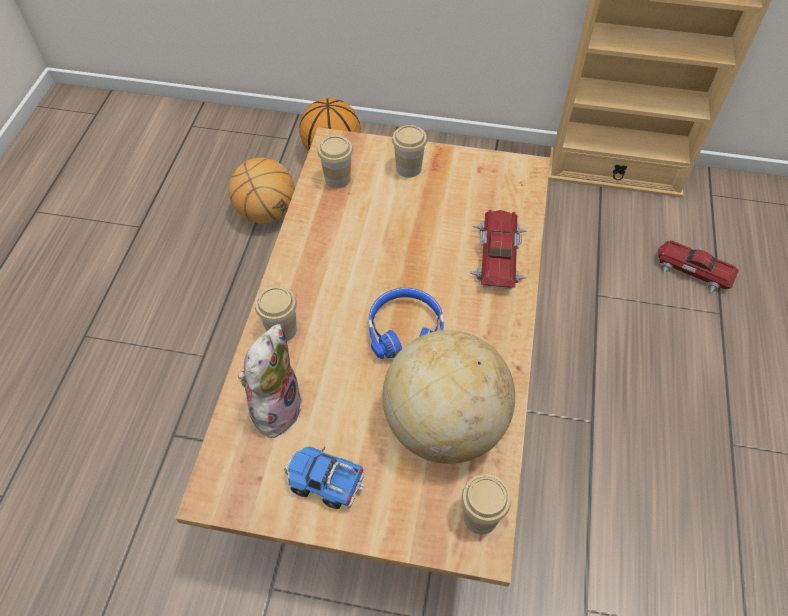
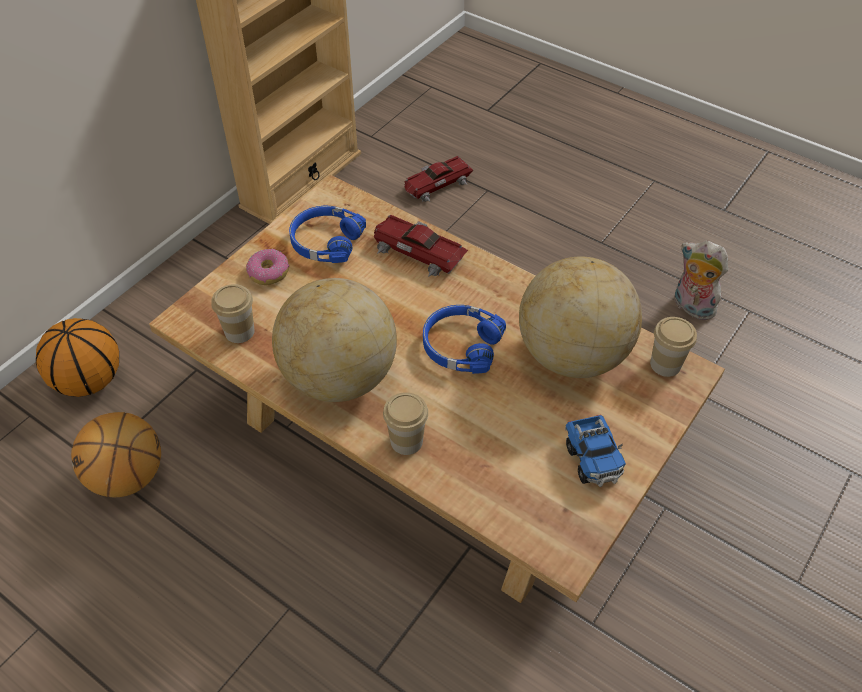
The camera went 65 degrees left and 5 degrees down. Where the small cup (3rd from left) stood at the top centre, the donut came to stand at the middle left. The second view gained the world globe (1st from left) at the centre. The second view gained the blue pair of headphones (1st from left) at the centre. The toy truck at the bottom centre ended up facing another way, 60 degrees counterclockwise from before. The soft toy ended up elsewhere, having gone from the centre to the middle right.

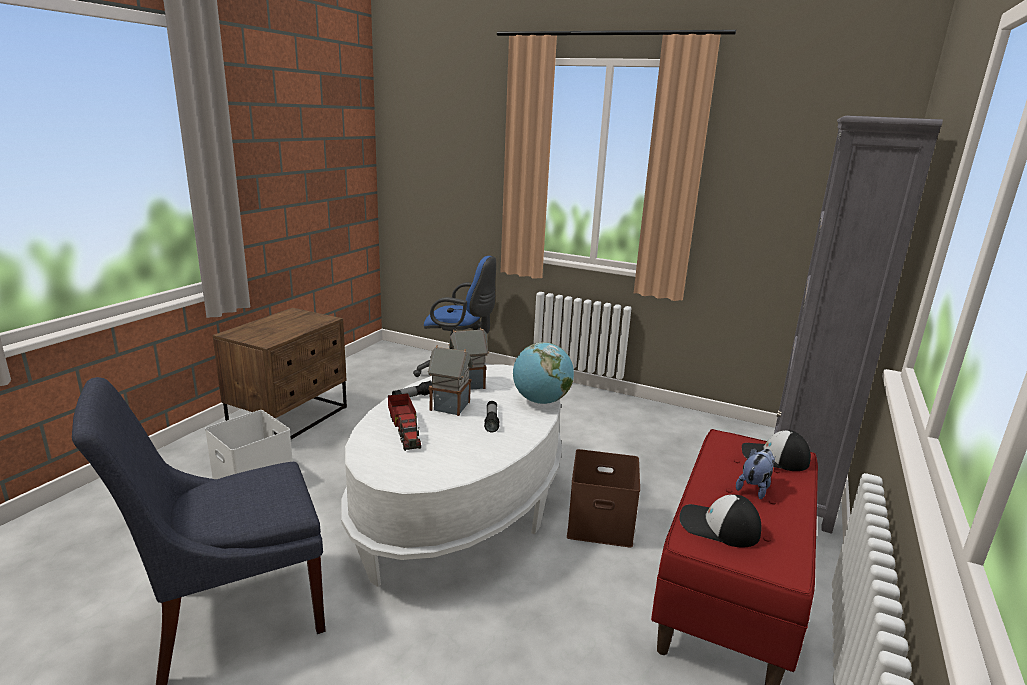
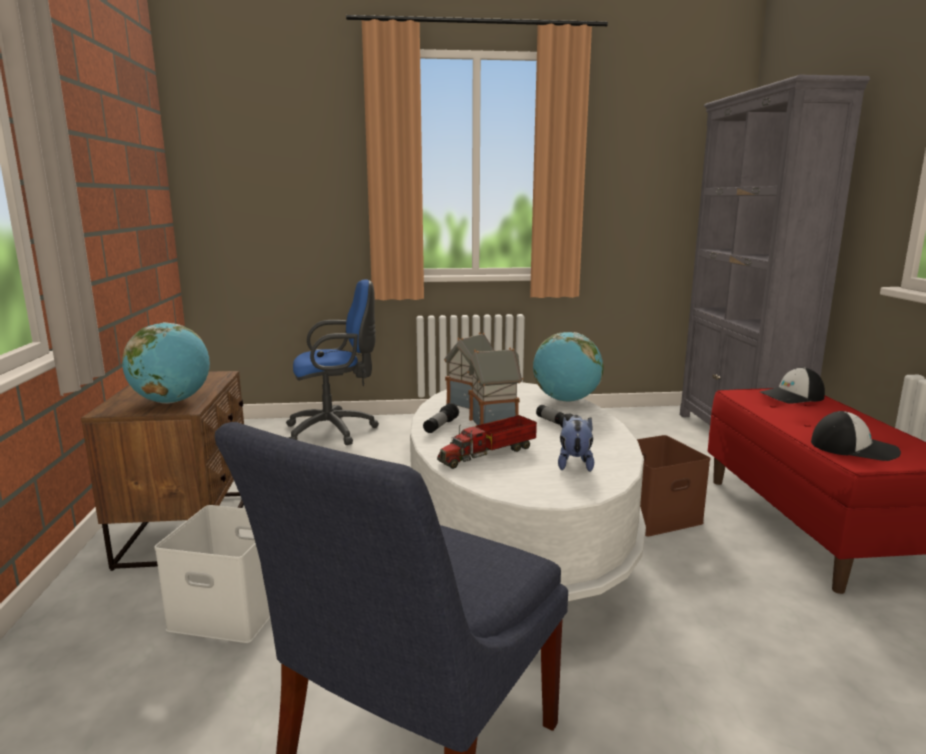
The camera went 30 degrees left and 5 degrees down. The second view gained the world globe (1st from left) at the middle left. The toy truck at the centre ended up facing another way, 105 degrees clockwise from before. The soft toy ended up elsewhere, having gone from the bottom right to the centre. The cap (1st from left in the first image) at the bottom right ended up facing another way, 150 degrees counterclockwise from before.

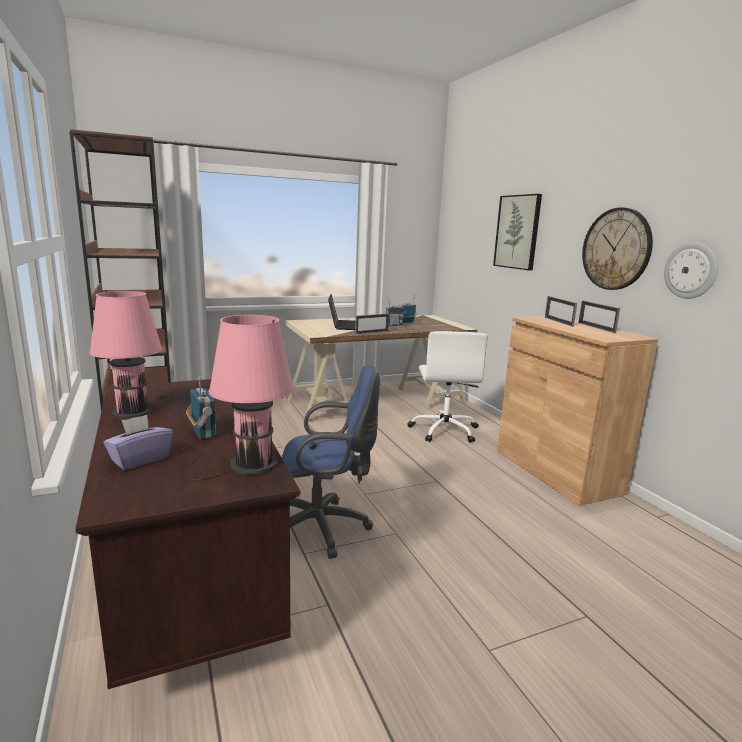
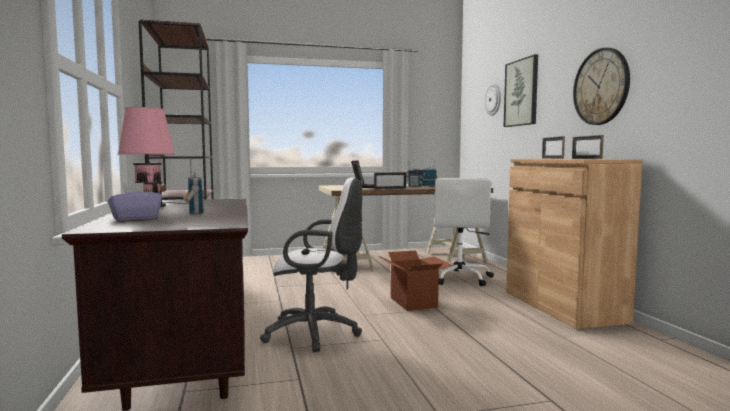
The camera went 10 degrees right and 10 degrees down. What was the blue computer chair at the centre turned into the whitish computer chair (1st from left) at the centre. The second view gained the packing box at the bottom centre. The clock on the wall (2nd from left in the first image) ended up elsewhere, having gone from the middle right to the top right. The second view lost the pink table lamp (2nd from left) at the middle left.

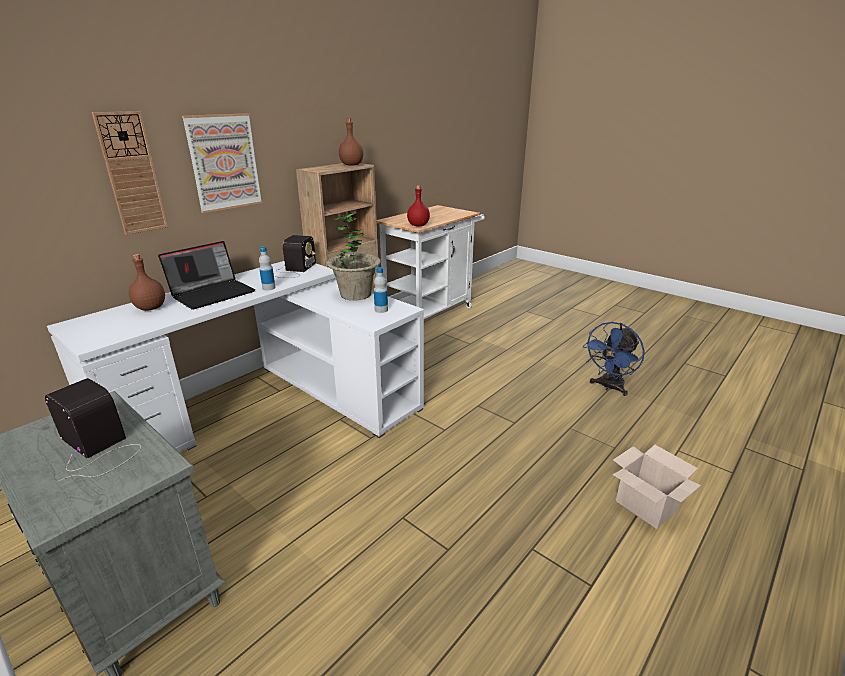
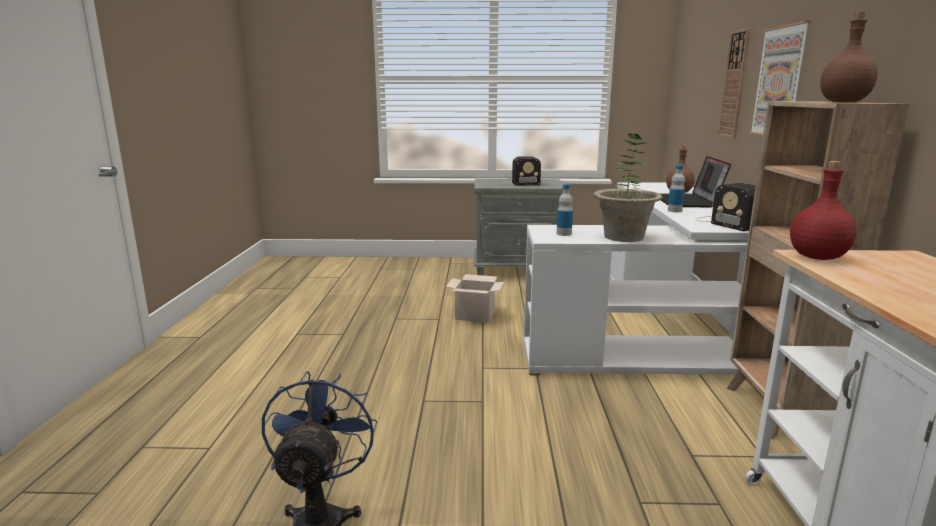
The camera went 140 degrees right and 10 degrees down. The packing box ended up elsewhere, having gone from the bottom right to the centre.

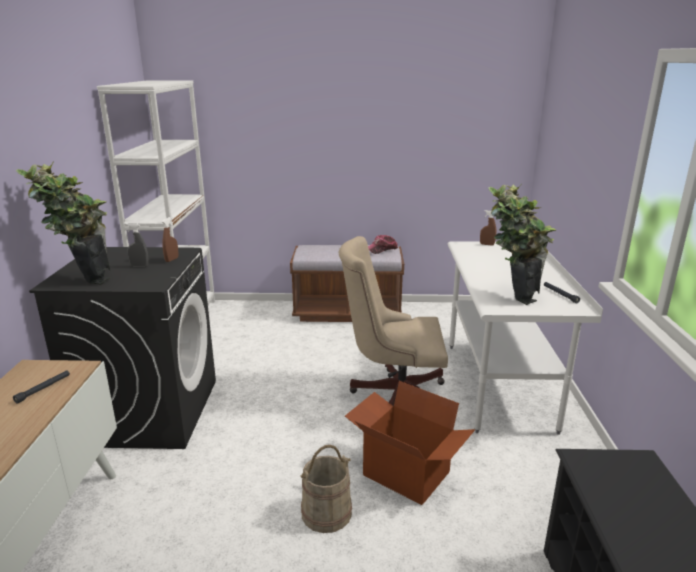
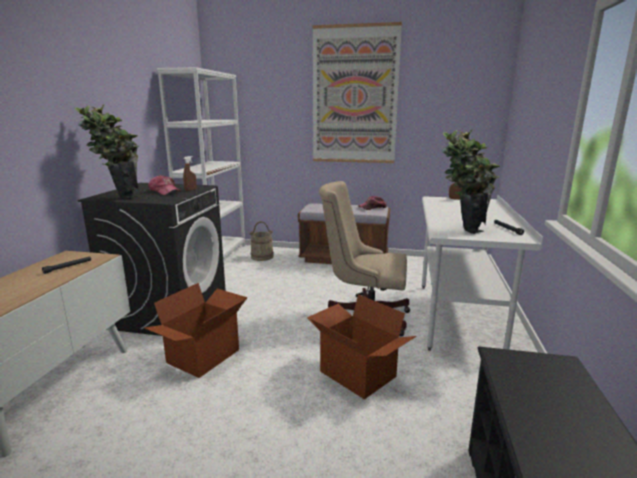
The camera went 10 degrees right and 5 degrees down. The second view gained the packing box (1st from left) at the bottom left. Where the grey spray bottle stood at the middle left, the cap (1st from left) came to stand at the middle left. The sand-coloured bucket ended up elsewhere, having gone from the bottom centre to the centre. The second view gained the picture at the top centre.

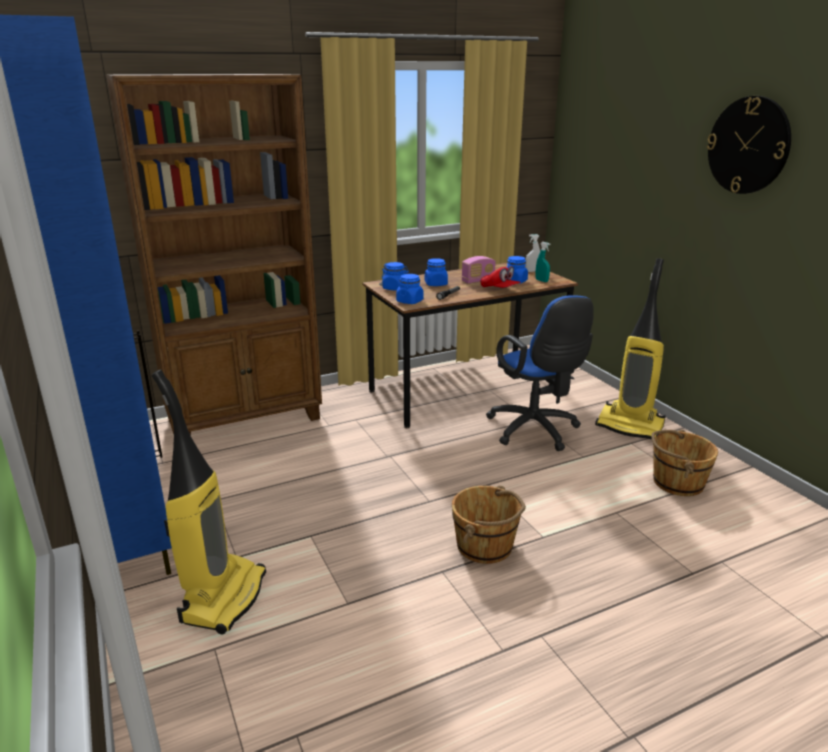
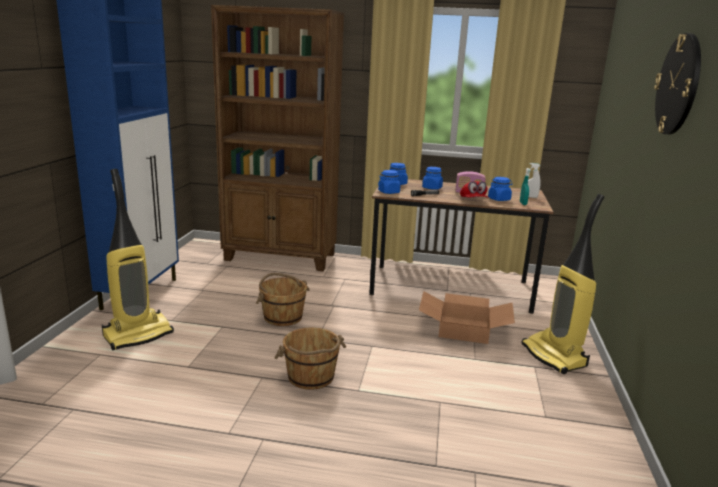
The camera went 35 degrees right and 5 degrees down. The brownish bucket (2nd from left in the first image) ended up elsewhere, having gone from the middle right to the centre. Where the blue computer chair stood at the centre, the packing box came to stand at the centre.

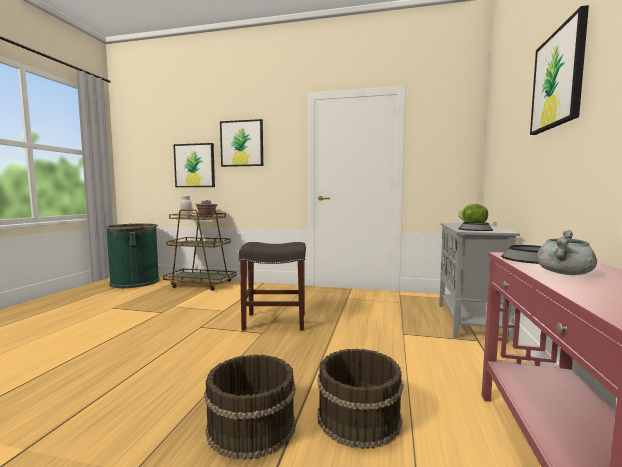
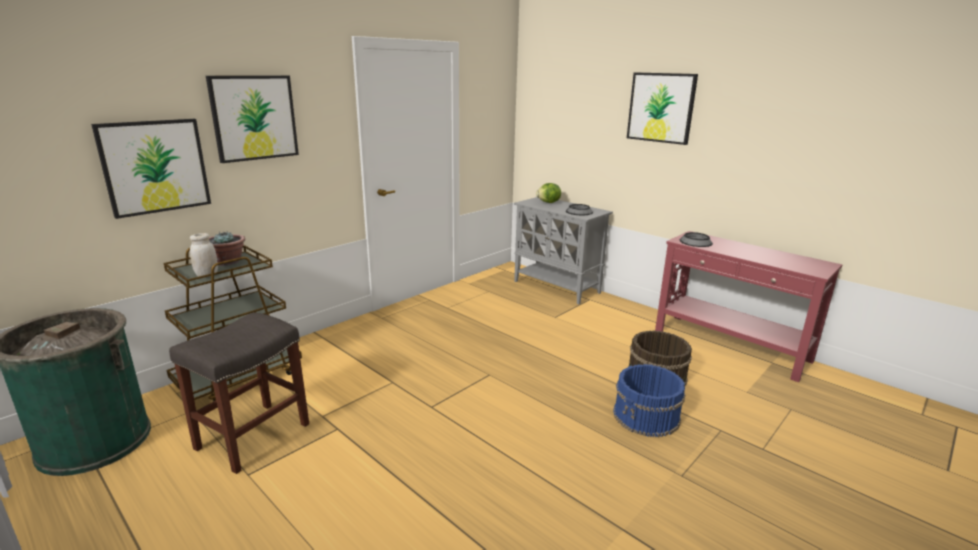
The camera went 60 degrees left and 15 degrees up. The grey stool seat ended up elsewhere, having gone from the centre to the bottom left. What was the brownish bucket (1st from left) at the bottom centre turned into the blue bucket at the bottom centre. The second view lost the grey stockpot at the middle right.

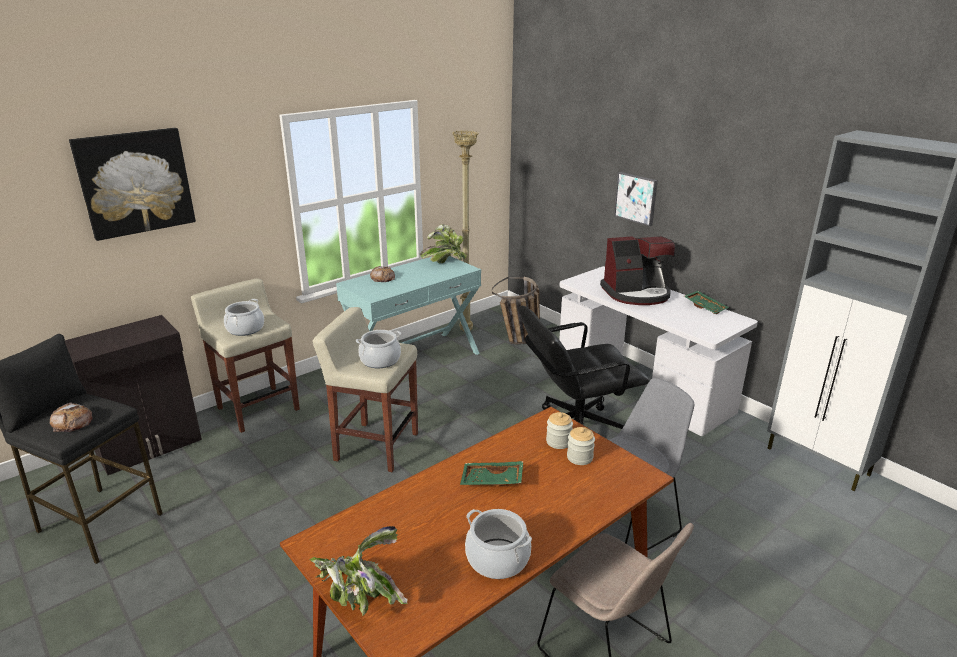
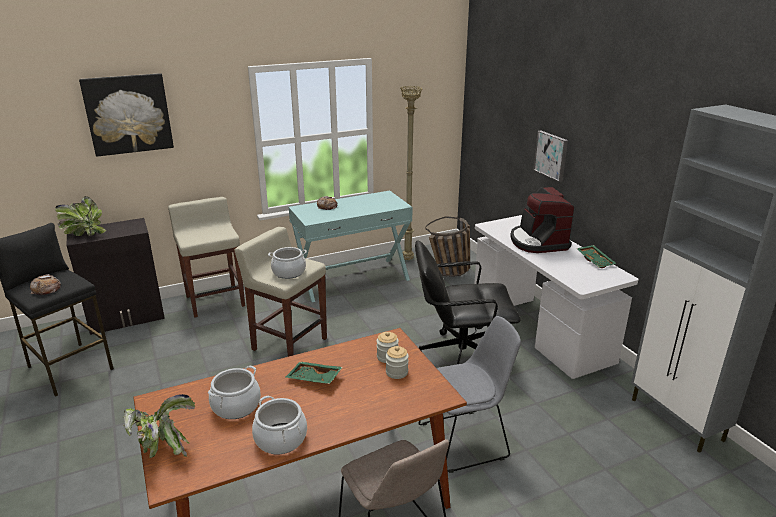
The camera went 15 degrees right and 0 degrees up. The plant in a pot (2nd from left in the first image) ended up elsewhere, having gone from the centre to the middle left. The stockpot (1st from left) ended up elsewhere, having gone from the middle left to the bottom left. The coffee machine at the centre ended up facing another way, 75 degrees clockwise from before.

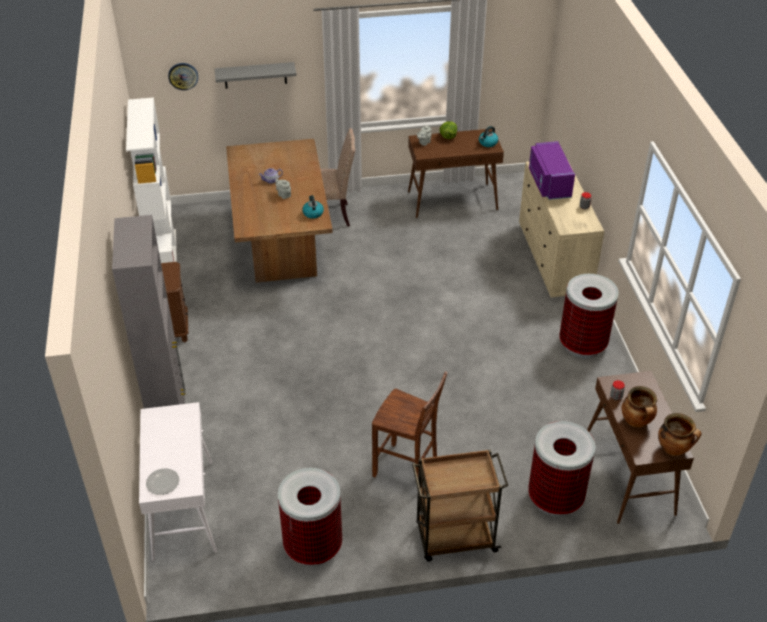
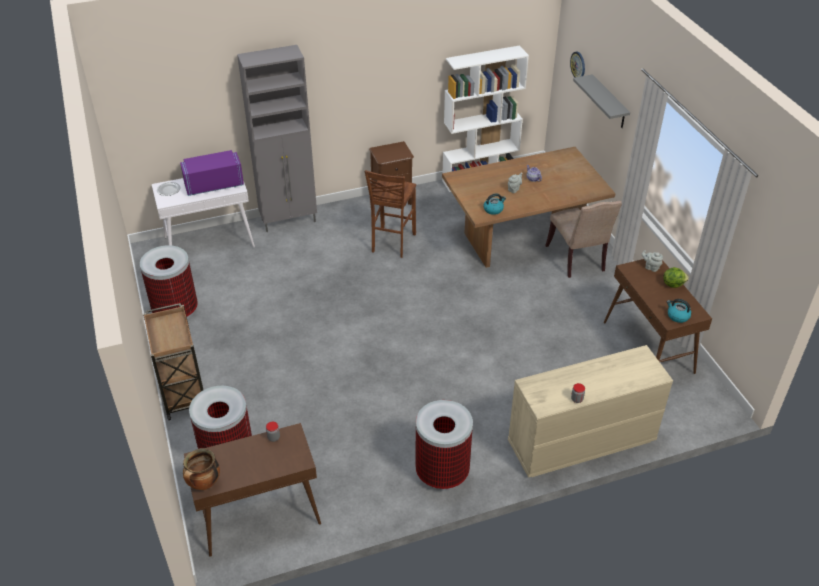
The camera went 80 degrees right and 0 degrees up. The purple-coloured kitchen microwave ended up elsewhere, having gone from the top right to the top left. The brownish stool seat ended up elsewhere, having gone from the bottom centre to the centre. The second view lost the stockpot (1st from left) at the middle right.

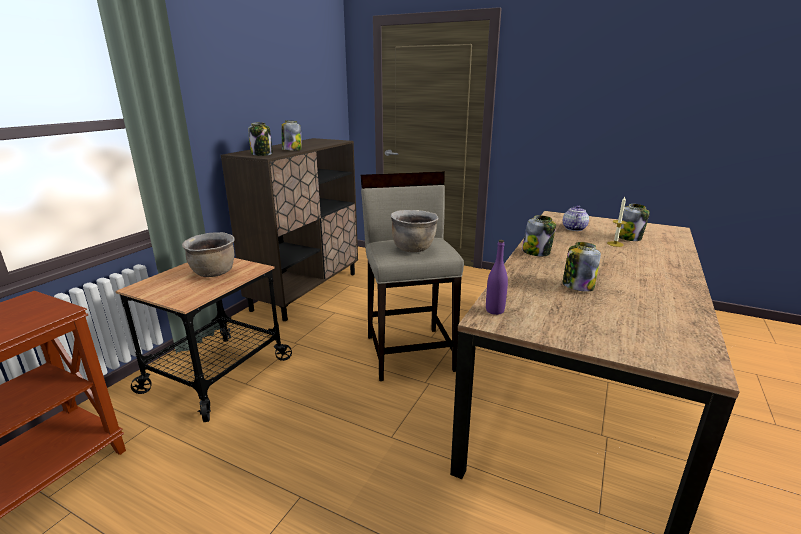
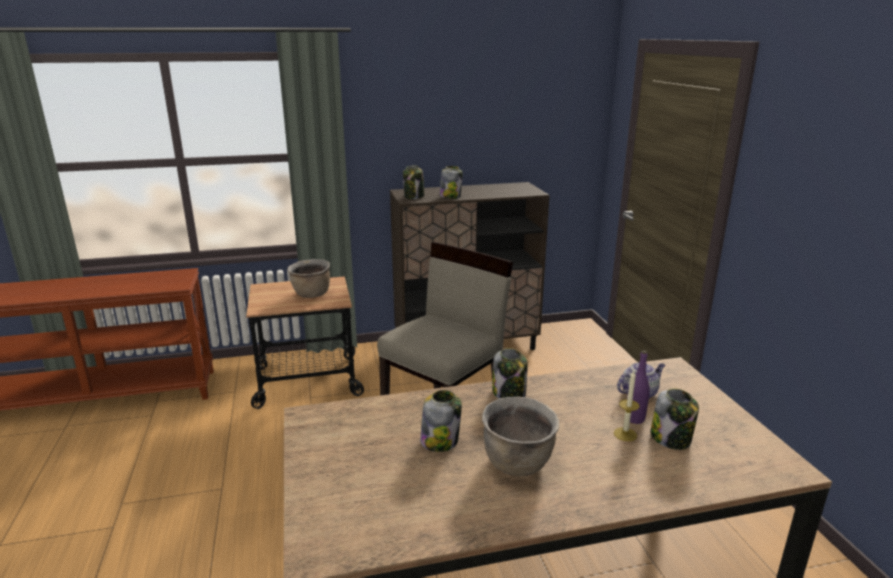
The camera went 50 degrees right and 0 degrees up. The brownish stockpot (2nd from left) ended up elsewhere, having gone from the centre to the bottom centre. The purple-coloured drink bottle ended up elsewhere, having gone from the centre to the bottom right.

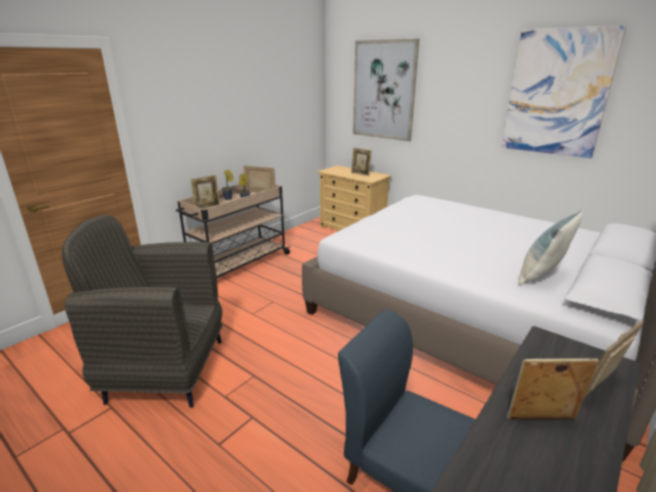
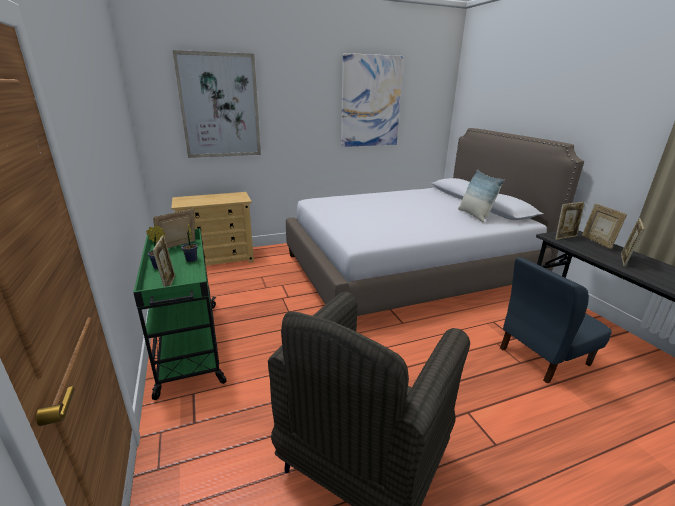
The camera went 60 degrees left and 0 degrees up. What was the sand-coloured wheeled cart at the centre turned into the green-coloured wheeled cart at the middle left. The standing frame (3rd from left) ended up elsewhere, having gone from the top centre to the middle right.

